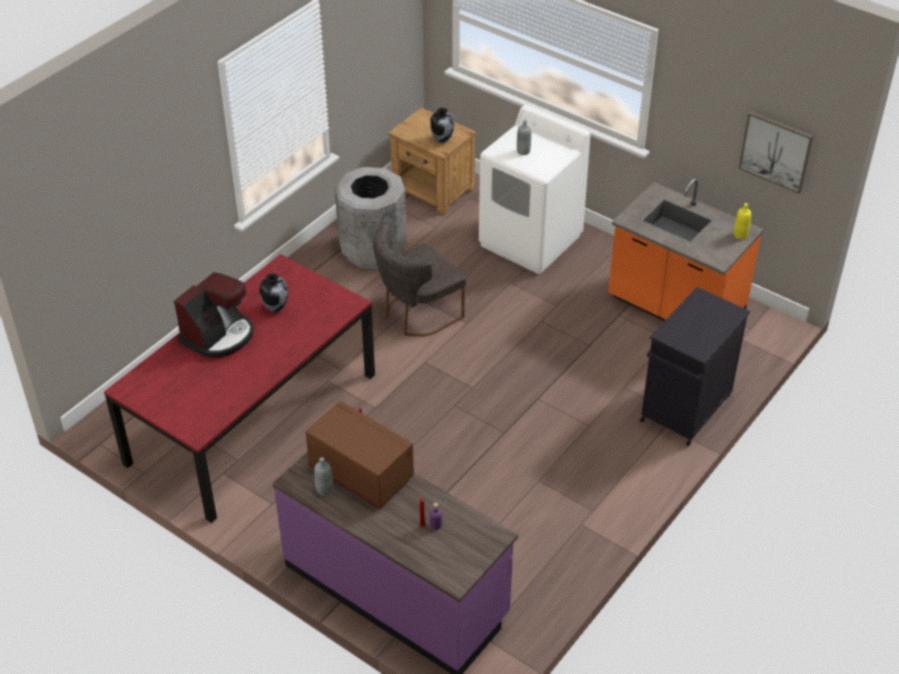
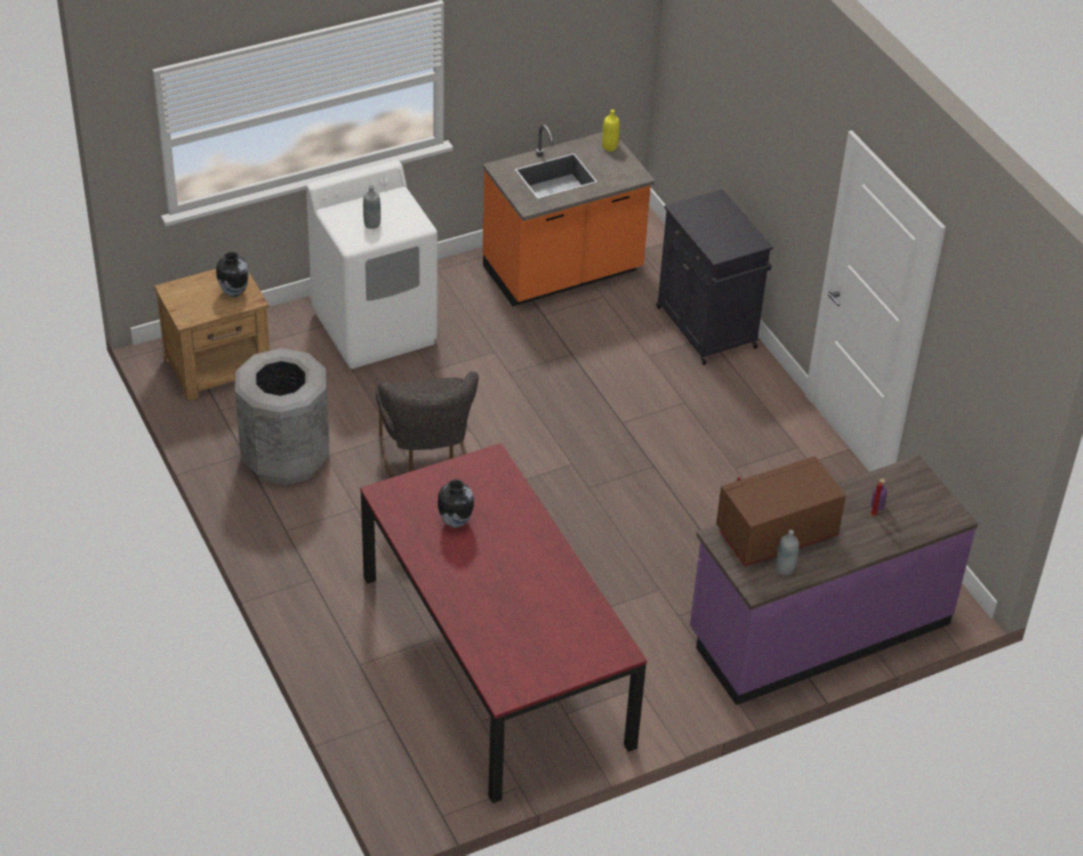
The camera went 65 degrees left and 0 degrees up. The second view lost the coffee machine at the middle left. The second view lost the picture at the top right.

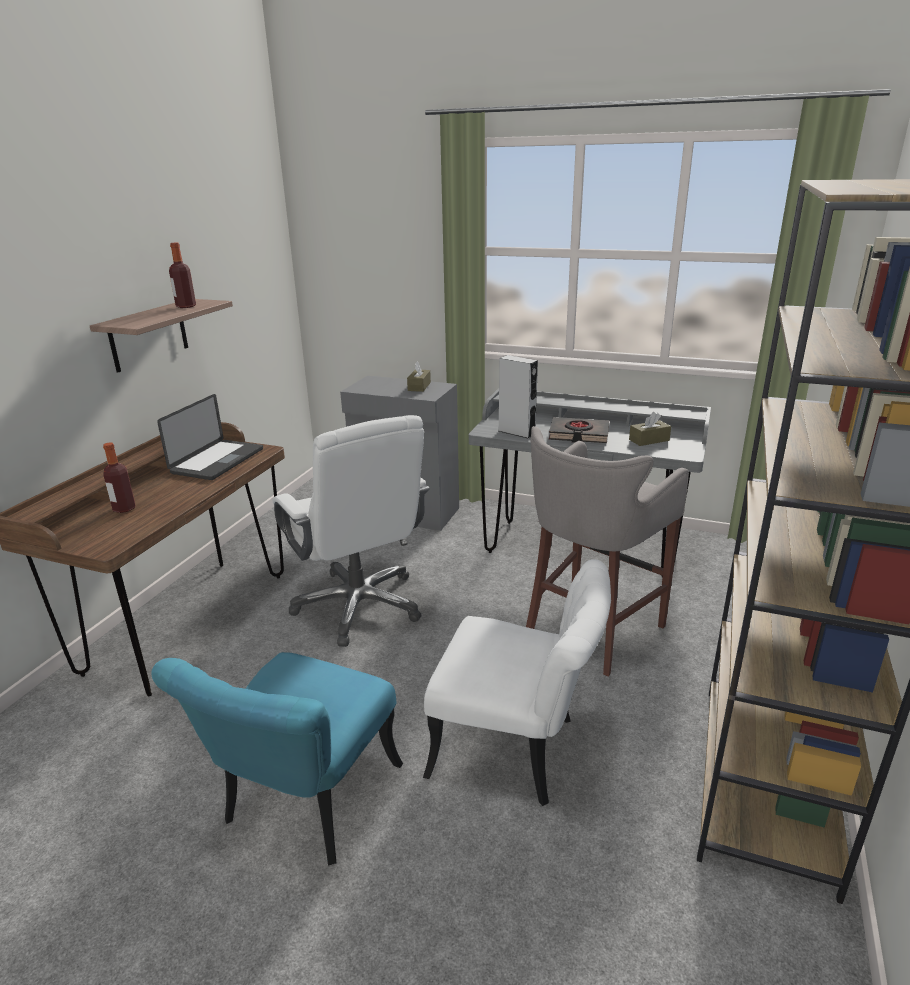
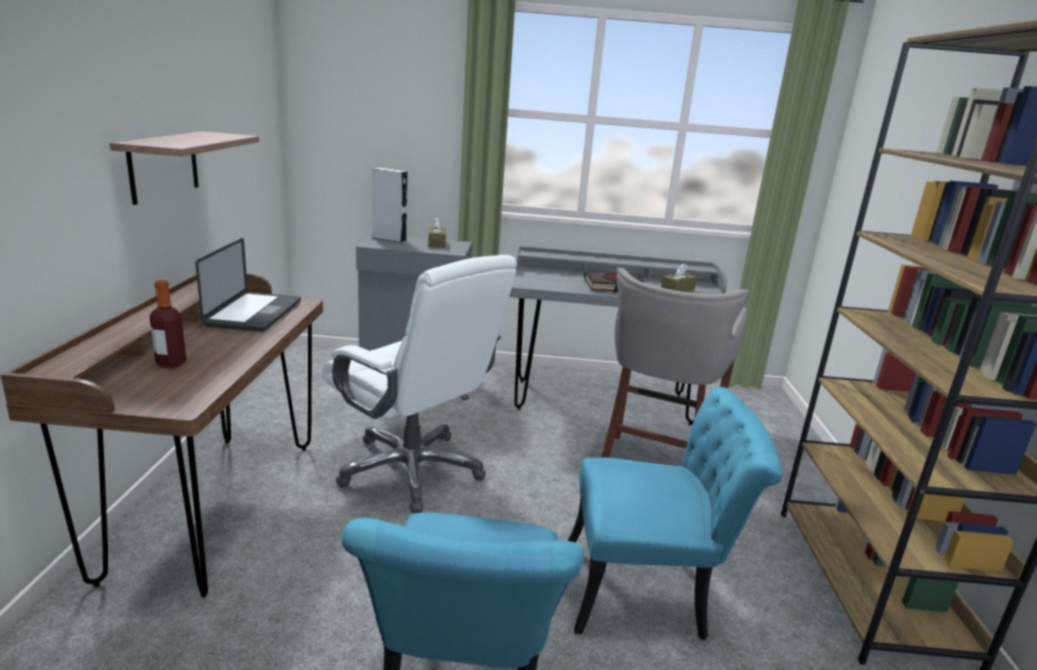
The camera went 20 degrees left and 5 degrees down. The grey loudspeaker ended up elsewhere, having gone from the centre to the top centre. What was the whitish plain chair at the bottom centre turned into the blue-green plain chair (2nd from left) at the bottom centre. The second view lost the drink bottle (2nd from left) at the top left.

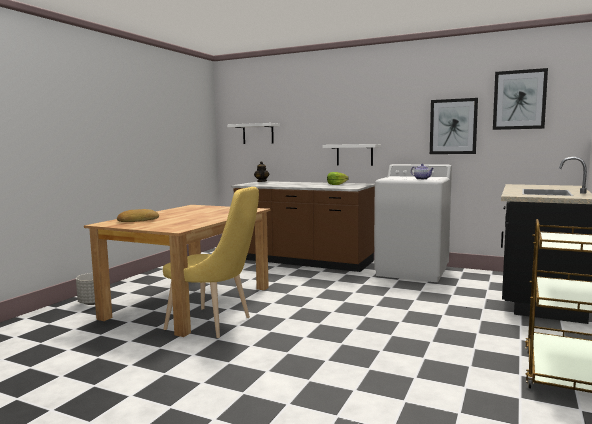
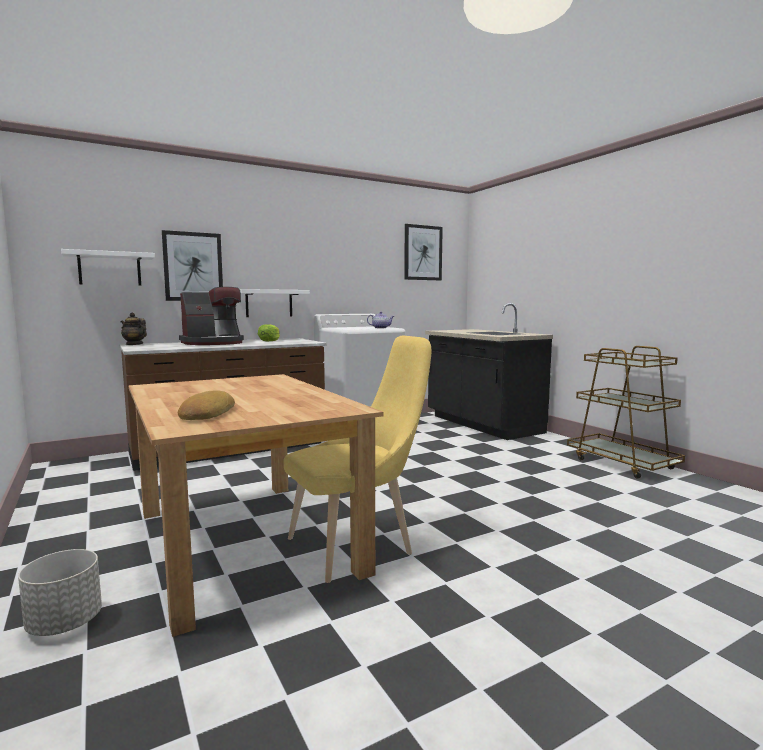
The camera went 55 degrees left and 0 degrees up. The picture (1st from left) ended up elsewhere, having gone from the top right to the middle left. The second view gained the coffee machine at the middle left.

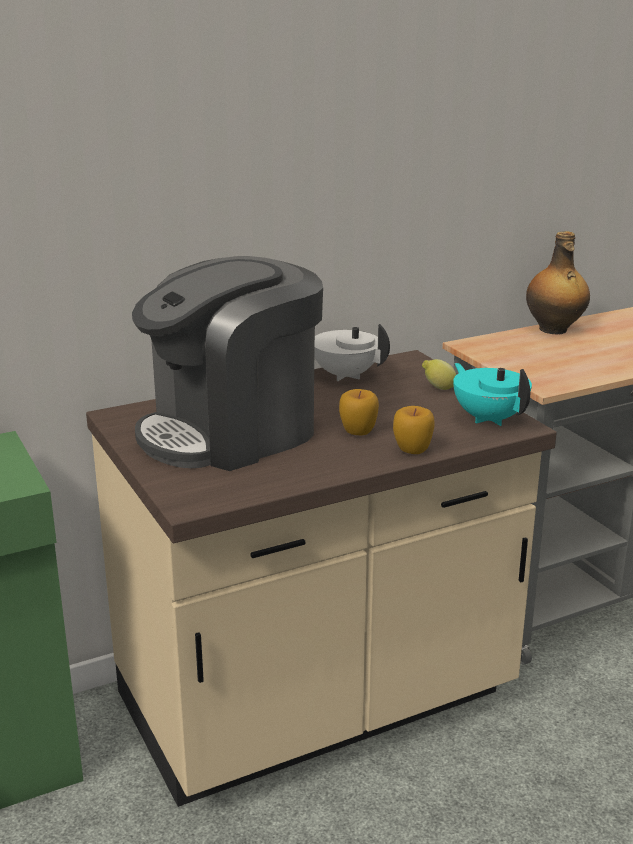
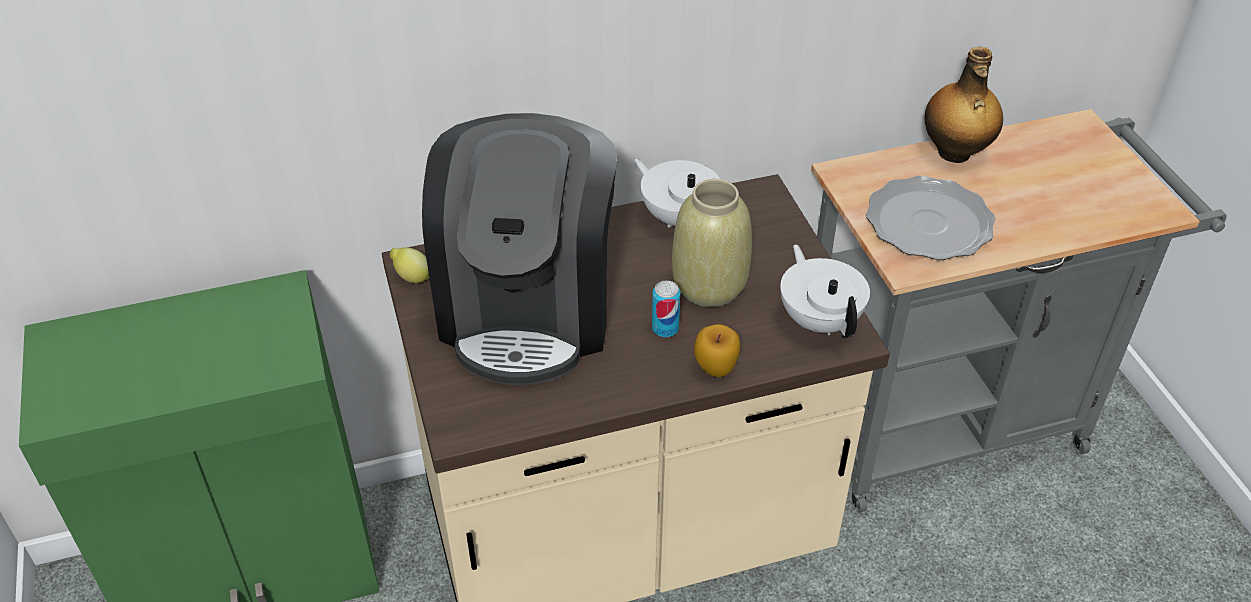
The camera went 10 degrees right and 20 degrees up. The lemon ended up elsewhere, having gone from the middle right to the middle left. The coffee machine at the centre ended up facing another way, 60 degrees counterclockwise from before. Where the apple fruit (1st from left) stood at the centre, the sealed can came to stand at the centre. The second view gained the sand-coloured vase at the centre. What was the blue-green pot for tea at the middle right turned into the whitish pot for tea (2nd from left) at the centre. The second view gained the flat dish at the middle right.

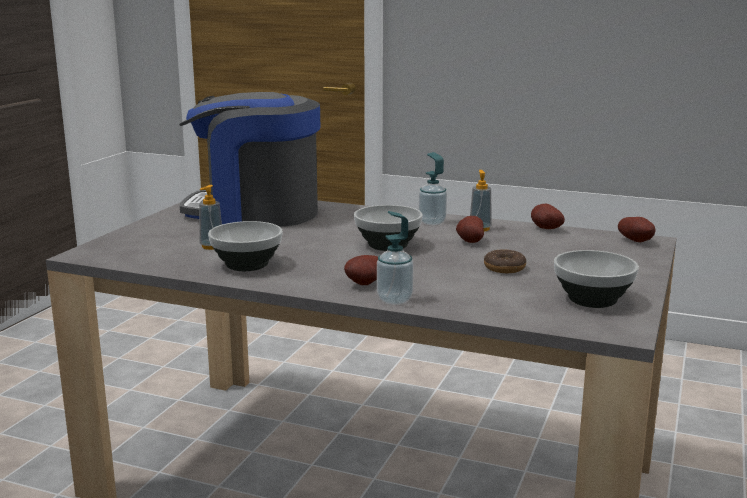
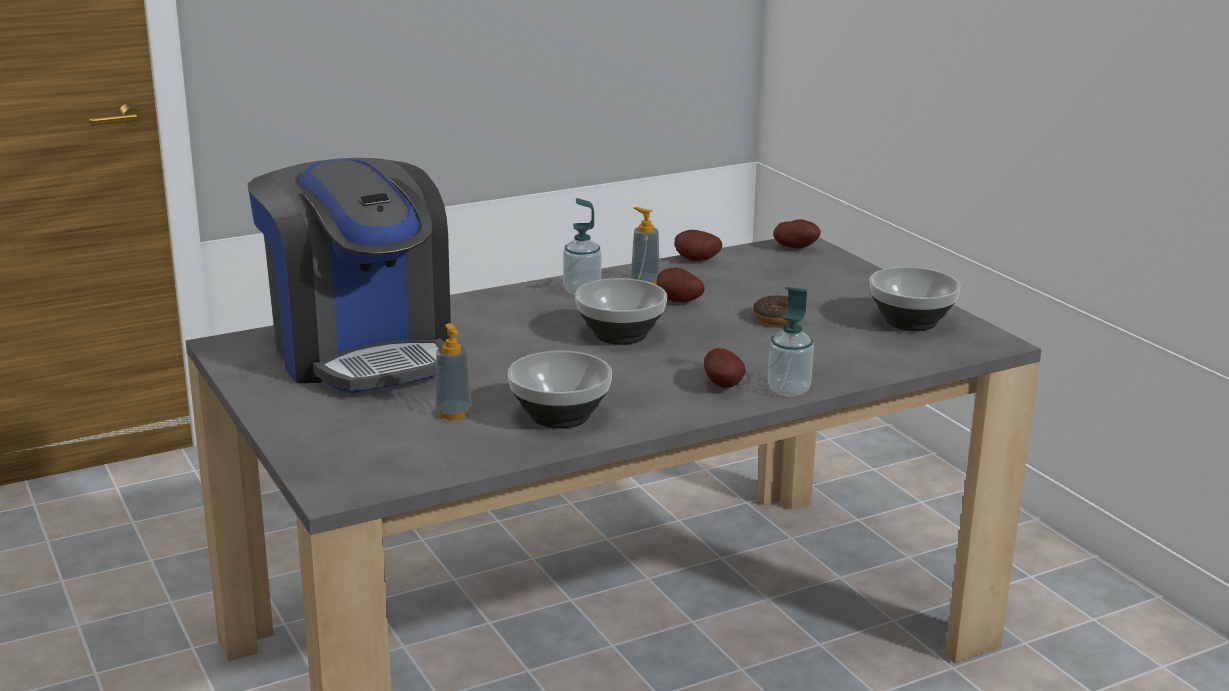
The camera went 50 degrees left and 5 degrees up. The coffee machine at the top centre ended up facing another way, 75 degrees counterclockwise from before.

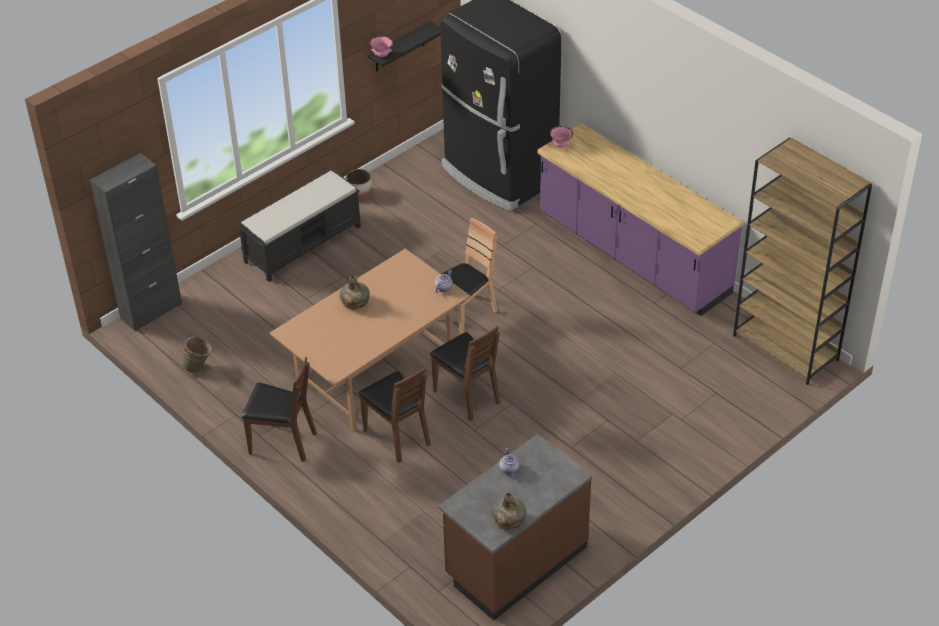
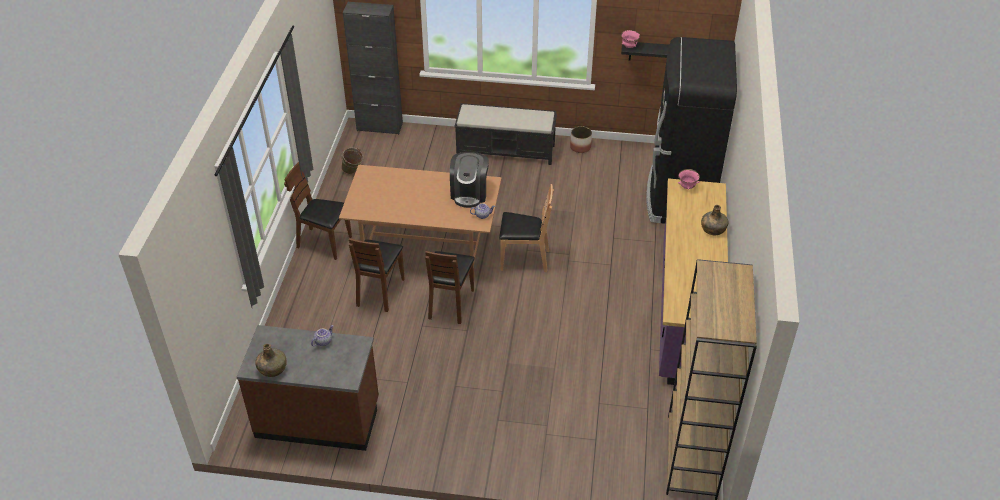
The camera went 50 degrees right and 0 degrees up. The brownish plain chair (1st from left) at the middle left ended up facing another way, 135 degrees clockwise from before. The second view gained the coffee machine at the centre. The green-coloured drink bottle (1st from left in the first image) ended up elsewhere, having gone from the centre to the middle right.

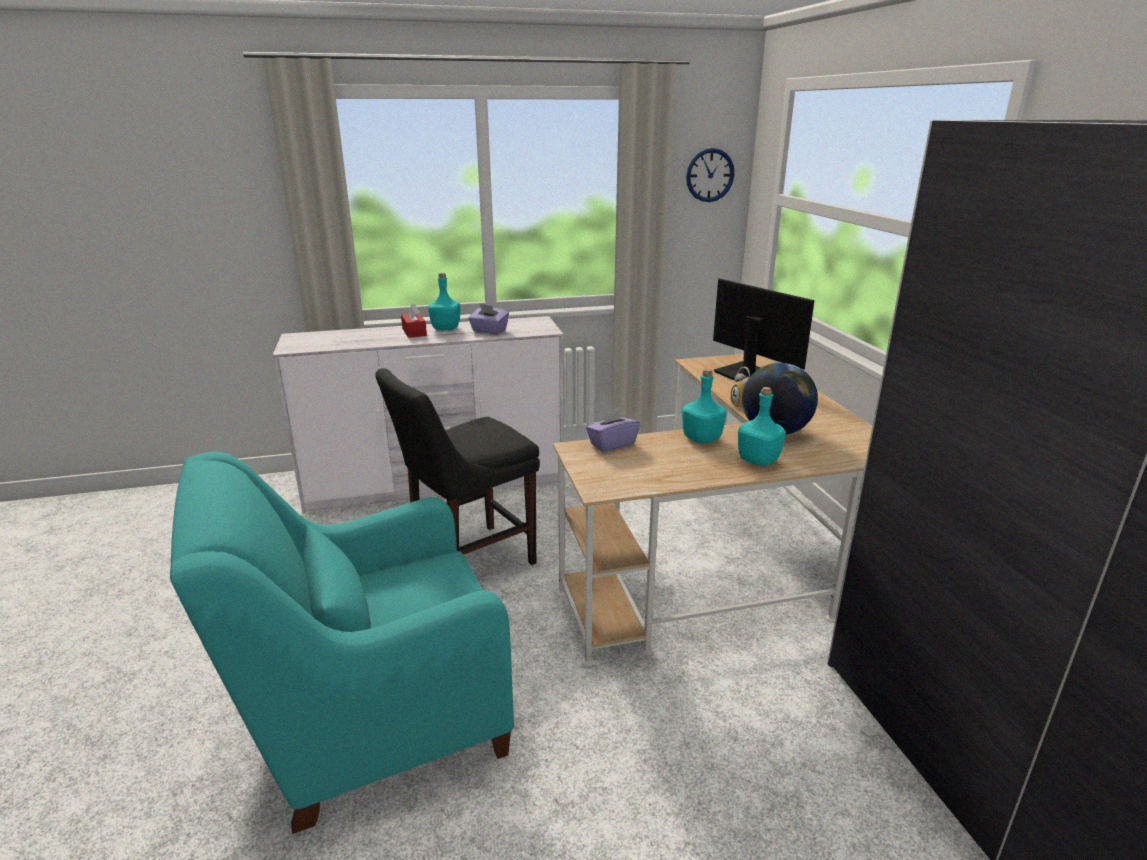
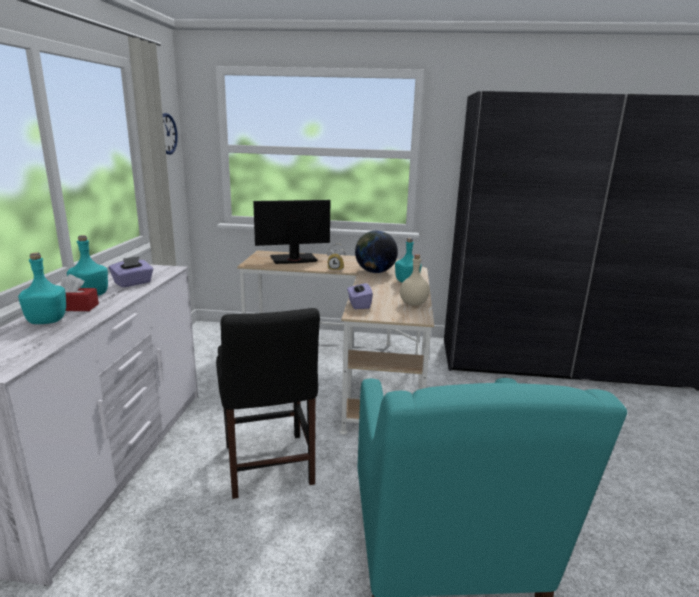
The camera went 70 degrees left and 5 degrees down. The blue-green drink bottle (2nd from left in the first image) ended up elsewhere, having gone from the centre to the middle left. The second view gained the sand-coloured drink bottle at the centre.

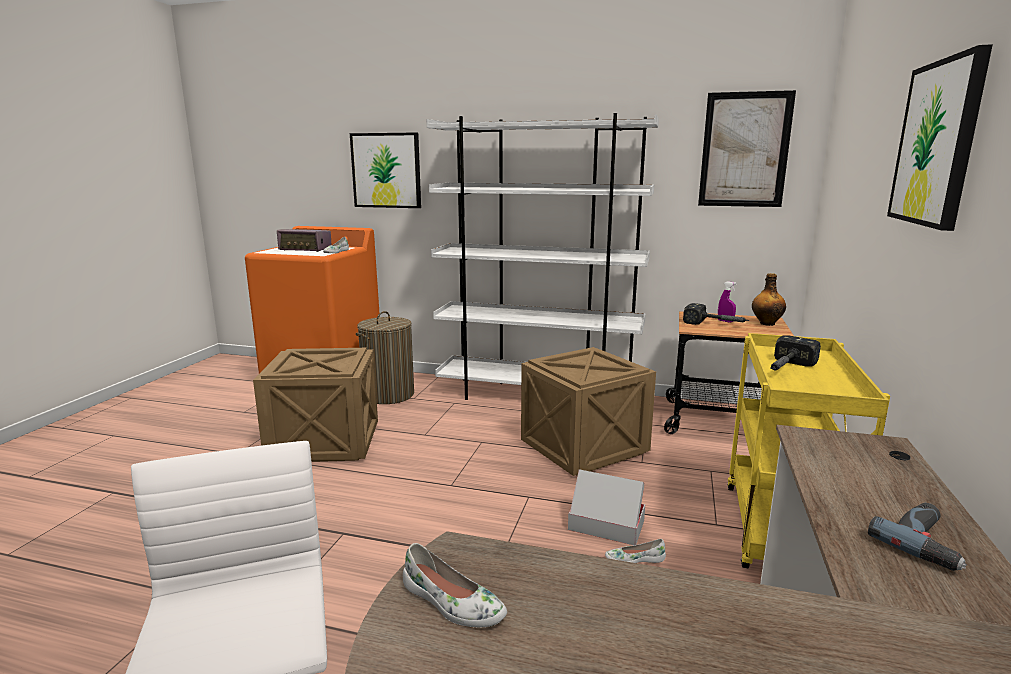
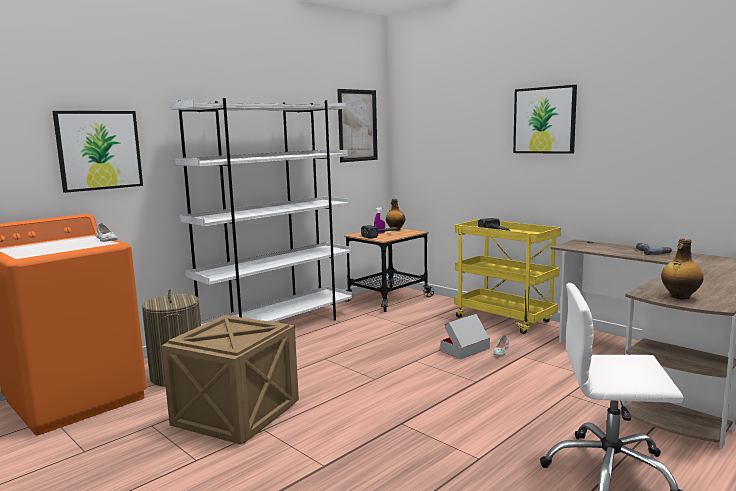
The camera went 60 degrees left and 5 degrees down. Where the whitish low shoe (2nd from left) stood at the bottom centre, the drink bottle (2nd from left) came to stand at the middle right. The second view lost the radio at the middle left. The second view lost the packing crate (2nd from left) at the centre.

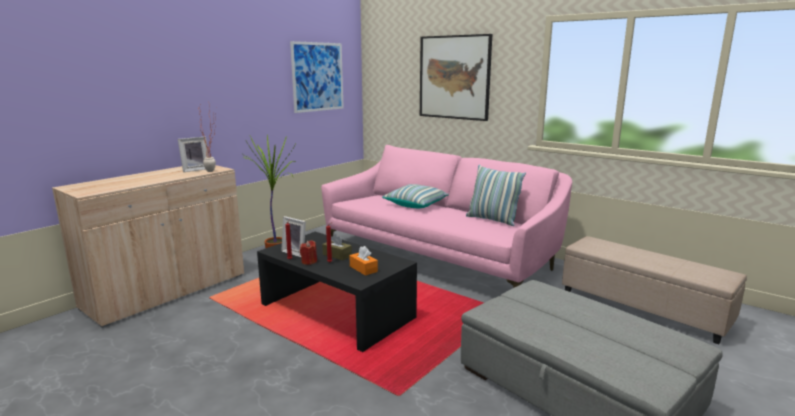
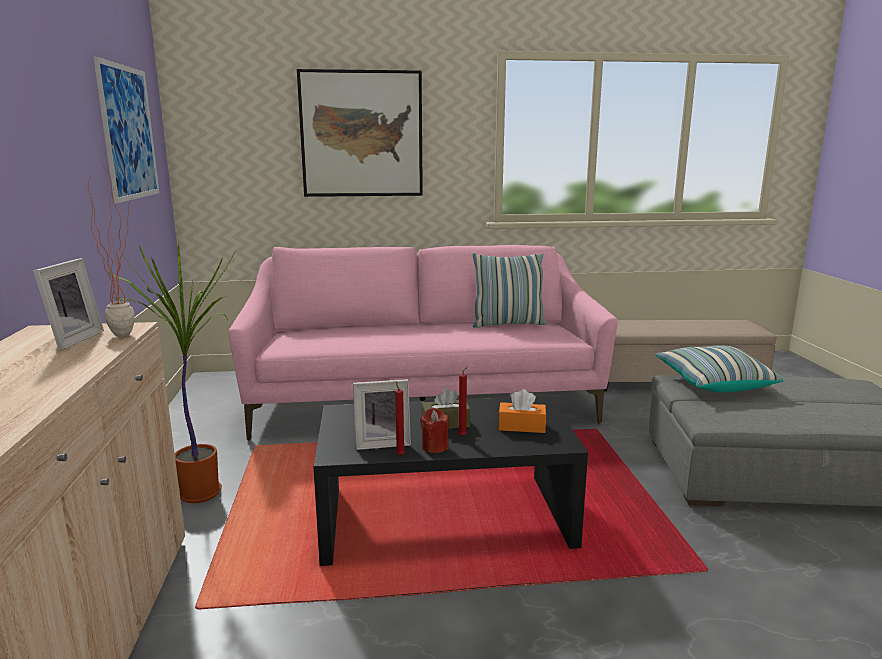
The camera went 45 degrees left and 0 degrees up. The pillow (1st from left in the first image) ended up elsewhere, having gone from the centre to the middle right.

